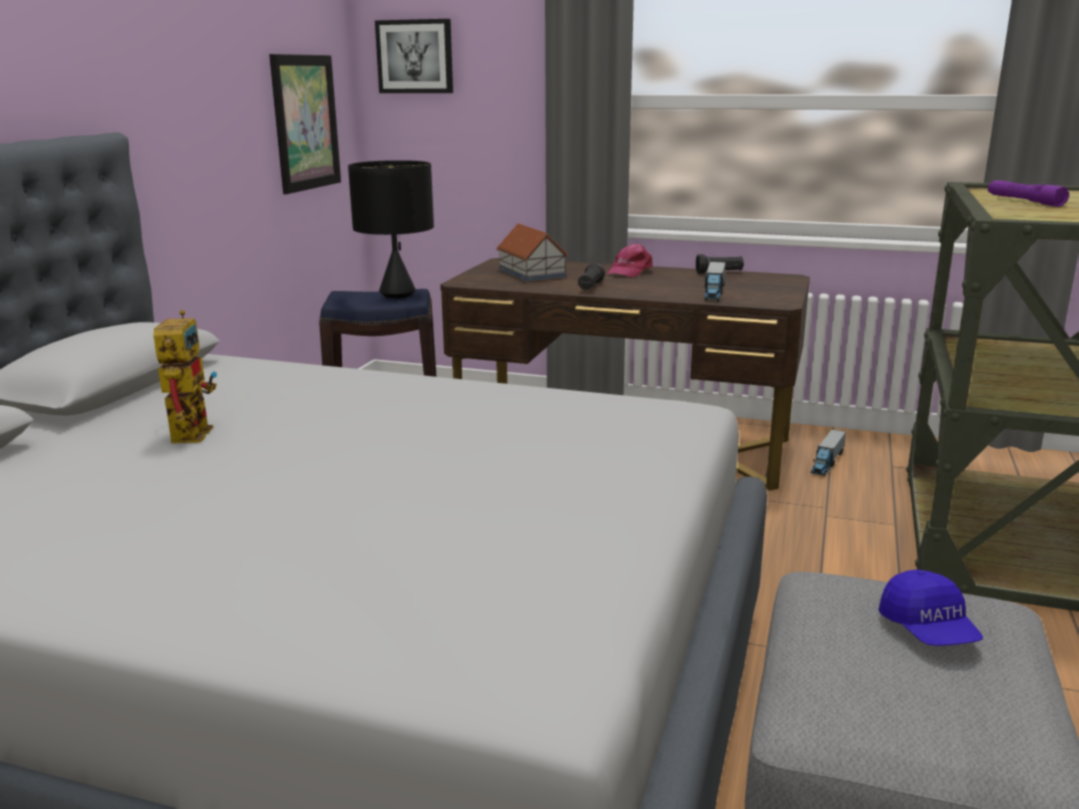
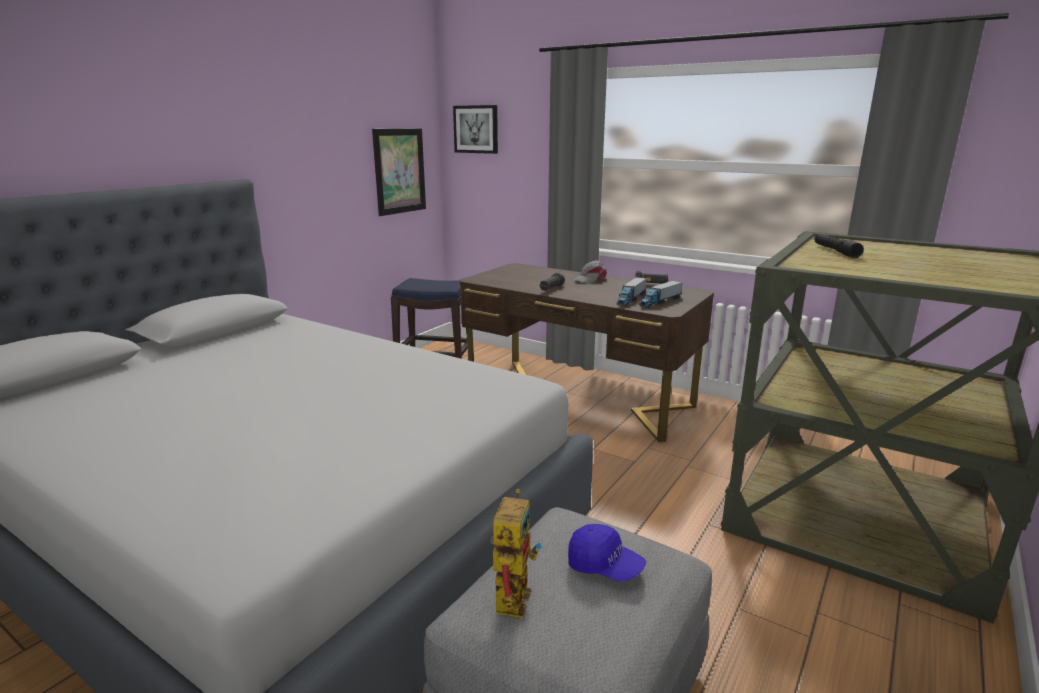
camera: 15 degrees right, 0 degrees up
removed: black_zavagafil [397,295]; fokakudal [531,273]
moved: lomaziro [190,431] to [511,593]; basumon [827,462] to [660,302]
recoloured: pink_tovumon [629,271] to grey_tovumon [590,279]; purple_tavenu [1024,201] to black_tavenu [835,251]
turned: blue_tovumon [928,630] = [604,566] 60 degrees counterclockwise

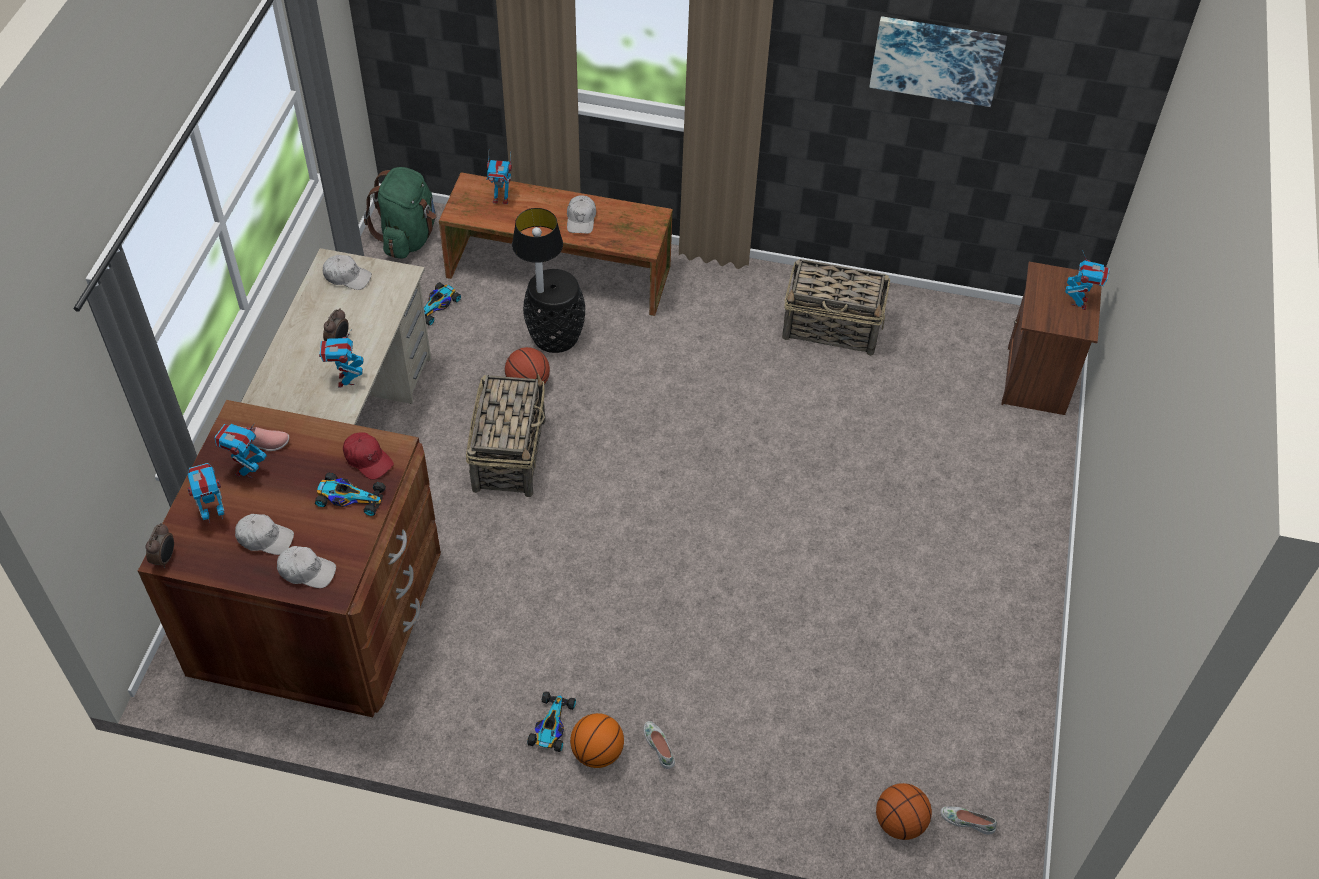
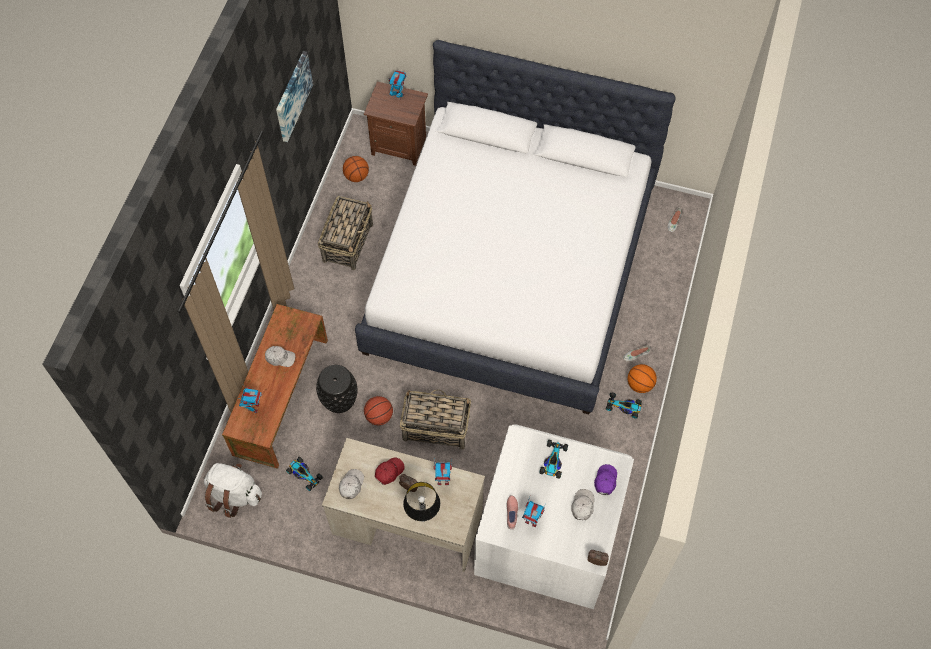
camera: 85 degrees left, 10 degrees up
removed: lomaziro [214,514]
added: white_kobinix [511,268]
moved: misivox [899,823] to [356,176]; red_tovumon [368,459] to [389,472]; zavagafil [540,291] to [423,519]
recoloured: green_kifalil [408,237] to white_kifalil [234,495]; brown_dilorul [318,610] to white_dilorul [548,535]; white_tovumon [306,571] to purple_tovumon [605,481]

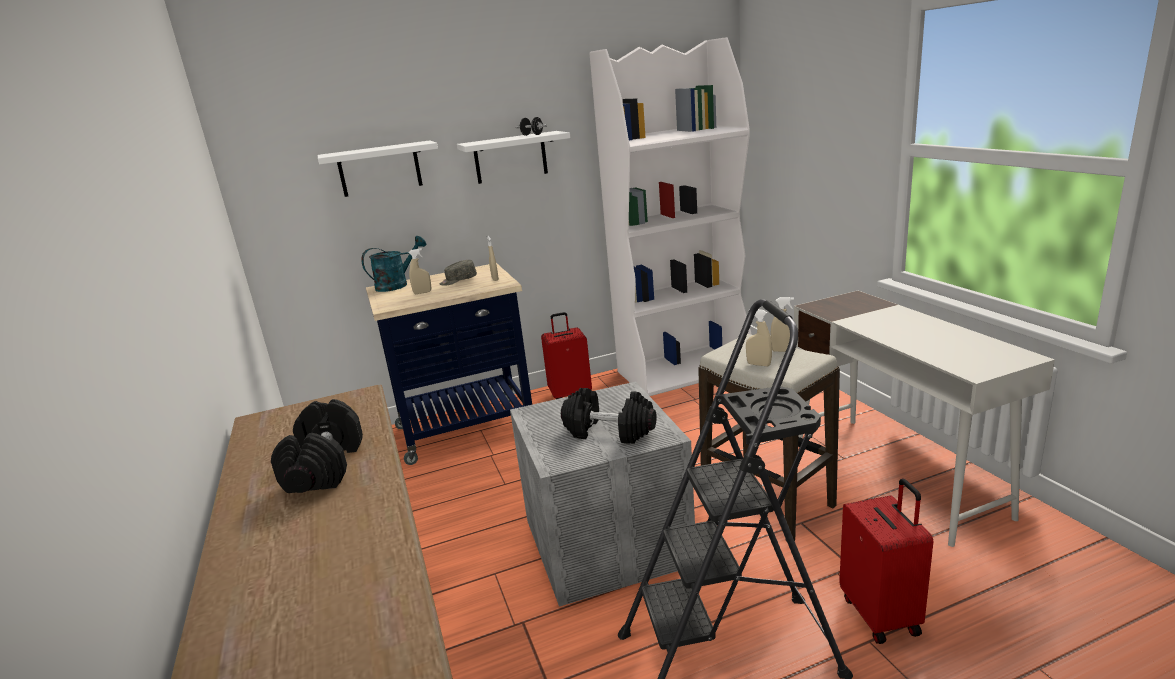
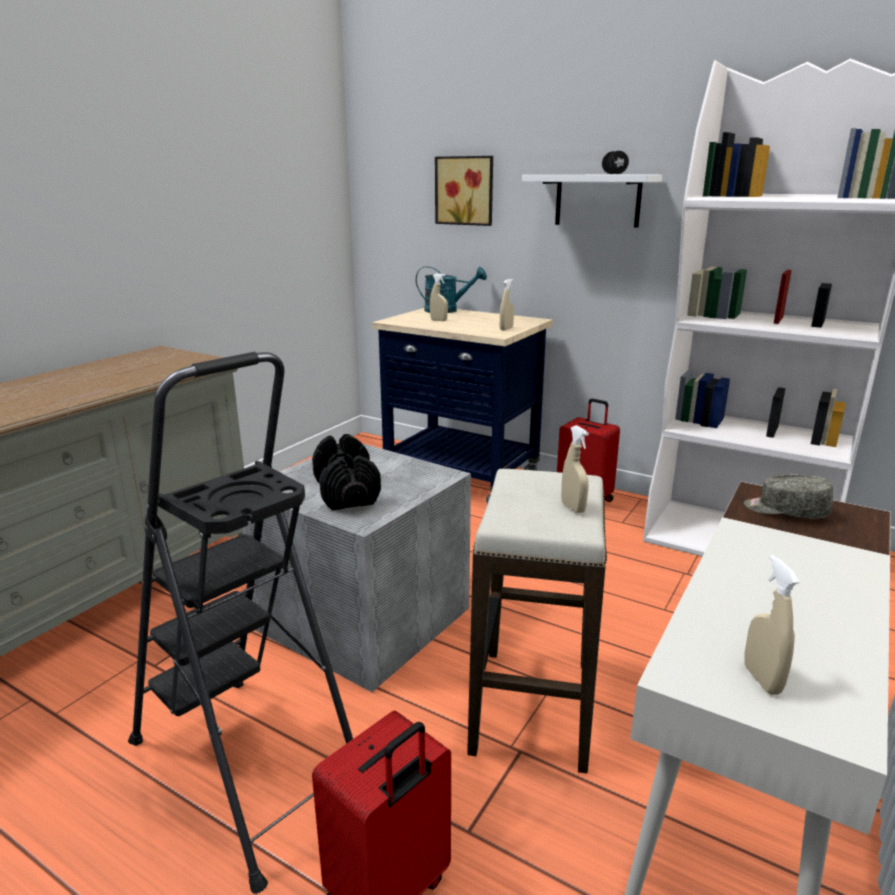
camera: 50 degrees right, 0 degrees up
removed: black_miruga [324,467]
moved: grey_tovumon [458,280] to [785,511]; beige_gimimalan [758,364] to [762,679]
replaced: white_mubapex [379,169] to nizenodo [465,190]

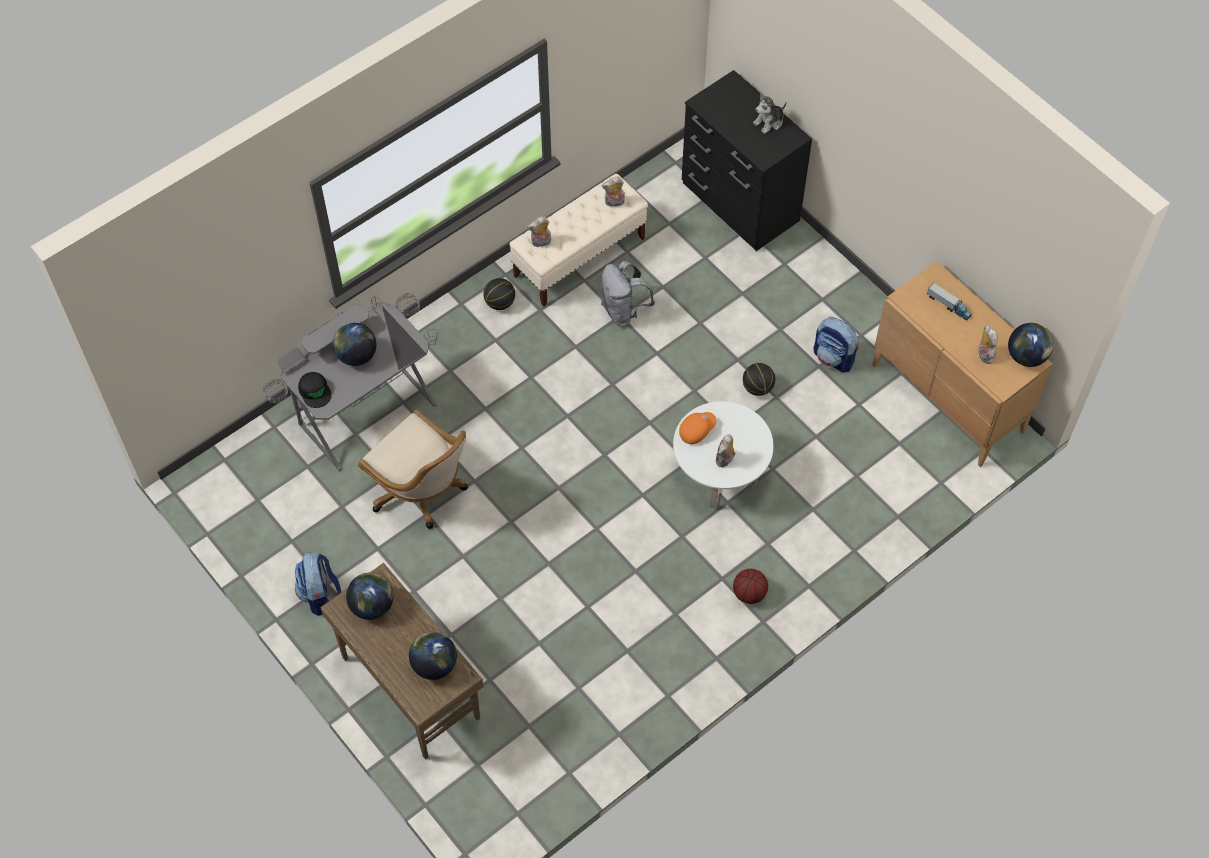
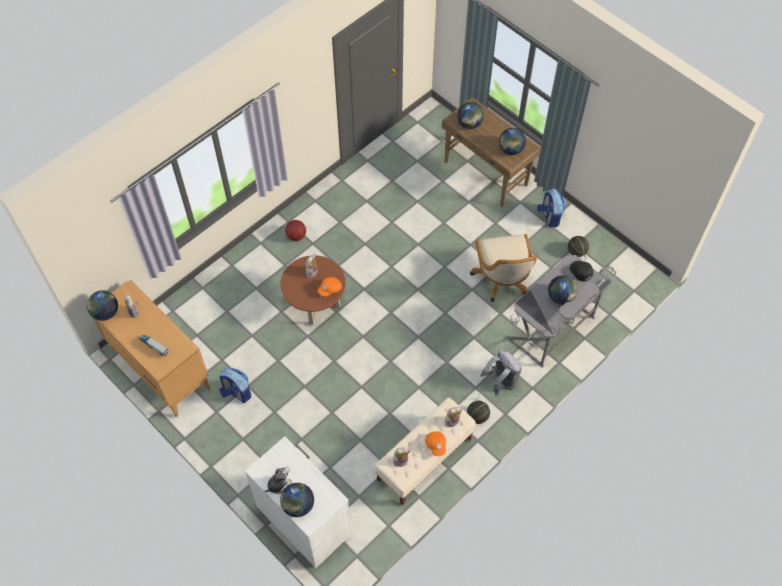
camera: 175 degrees right, 0 degrees up
added: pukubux [298,505]; orange_tovumon [436,445]
moved: grey_kifalil [623,311] to [500,382]; misivox [758,387] to [576,252]
recoloured: black_dilorul [739,203] to white_dilorul [304,519]; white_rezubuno [719,476] to brown_rezubuno [315,304]
turned: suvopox [423,491] = [503,280] 135 degrees counterclockwise

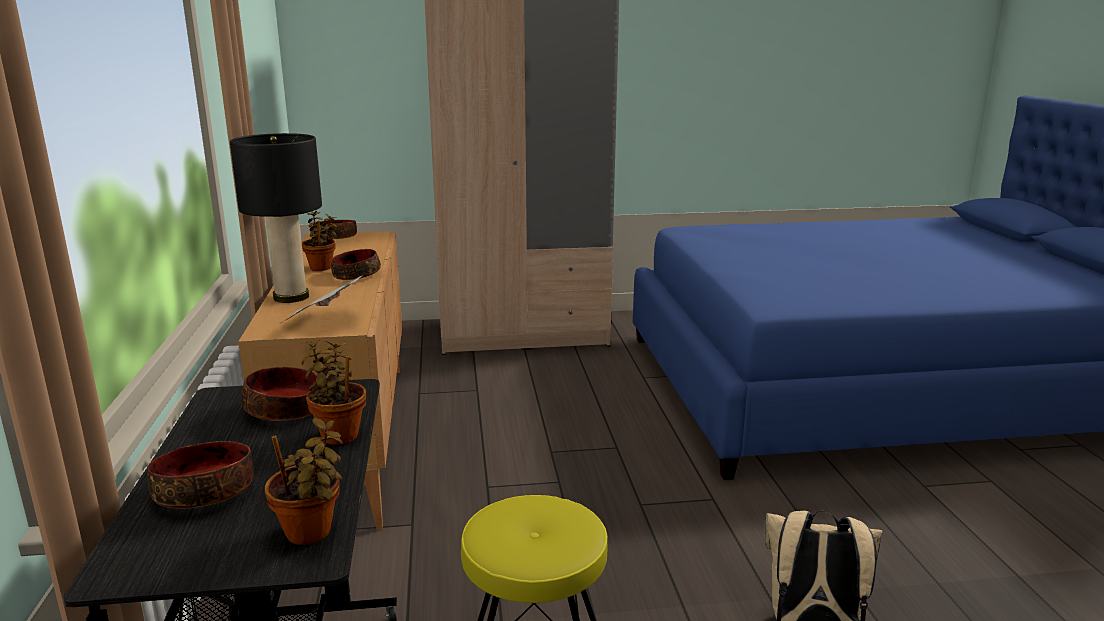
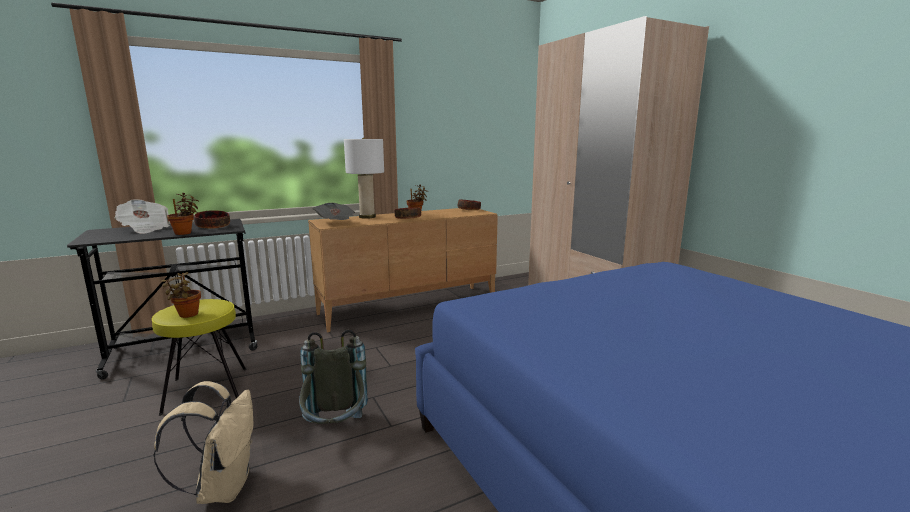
camera: 70 degrees right, 5 degrees down
added: grey_kifalil [336,431]
moved: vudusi [312,534] to [187,315]
replaced: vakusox [206,492] to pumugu [145,229]
recoloured: black_zavagafil [291,297] to white_zavagafil [367,217]

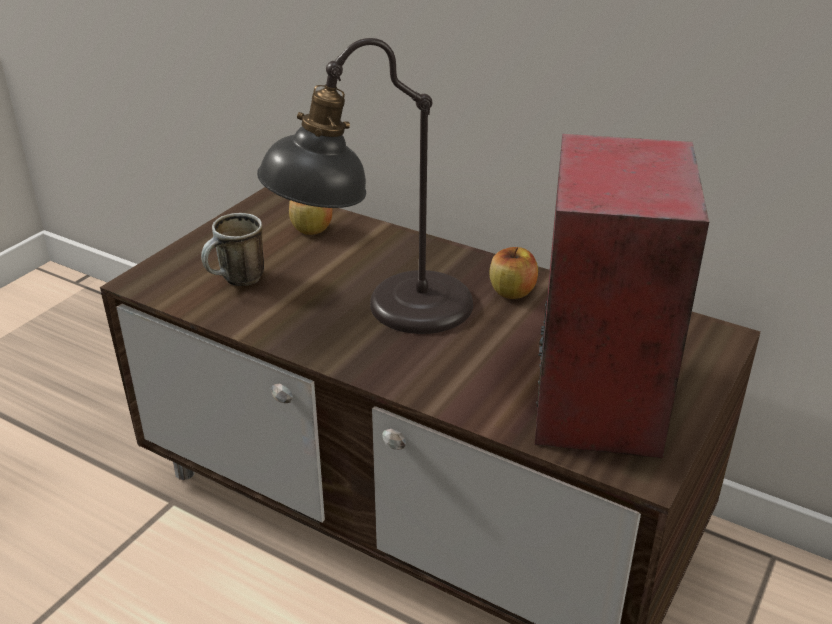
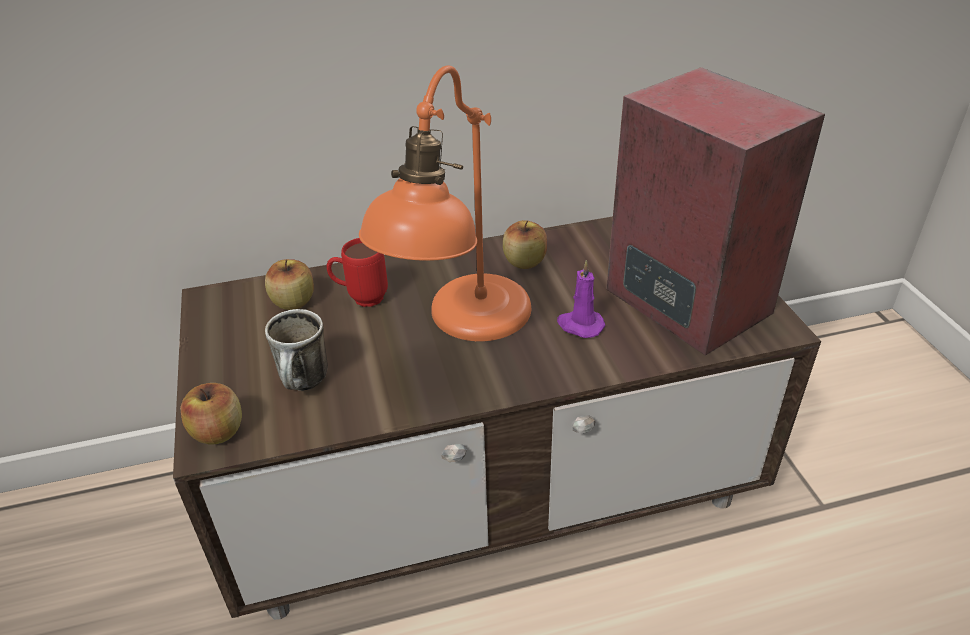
camera: 45 degrees left, 5 degrees up
added: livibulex [218,432]; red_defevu [360,298]; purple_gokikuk [579,325]
recoloured: grey_zavagafil [376,312] to orange_zavagafil [460,335]

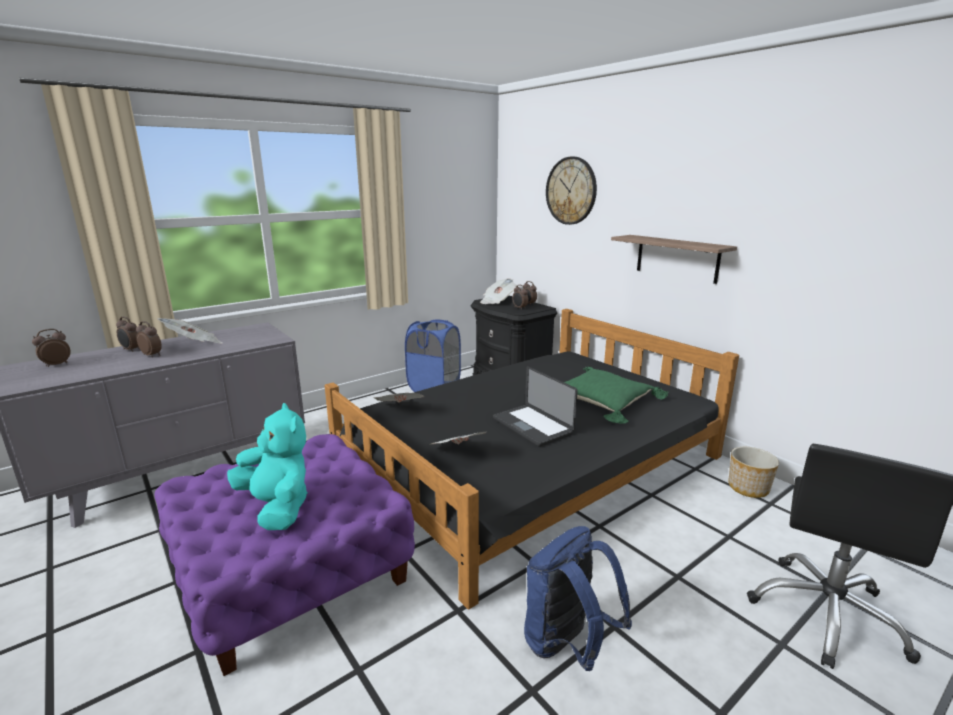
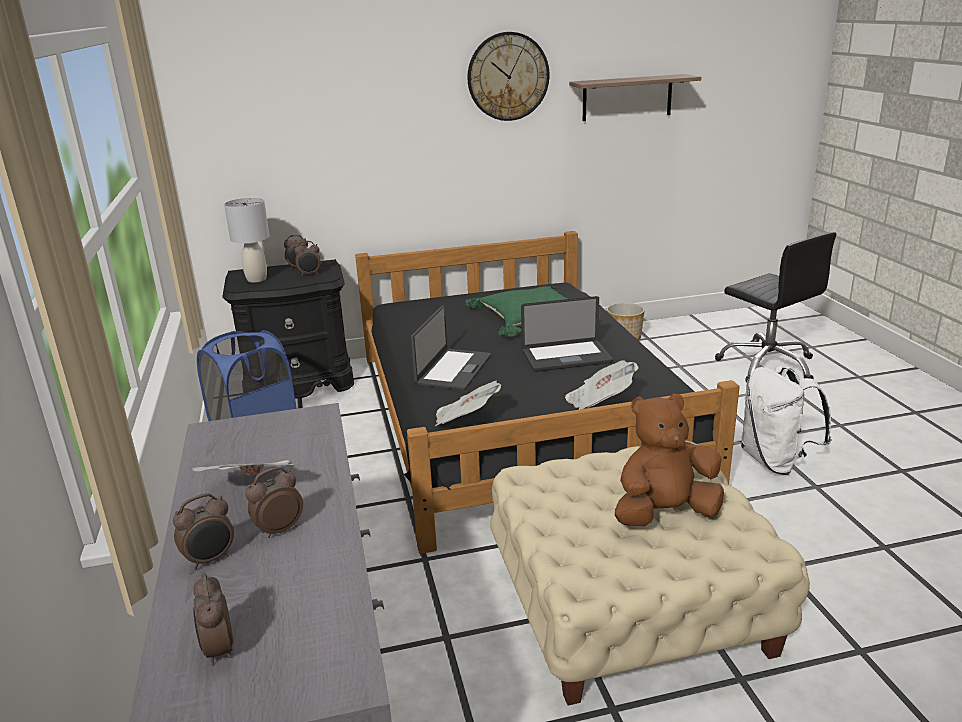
camera: 65 degrees left, 5 degrees up
added: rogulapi [452,369]
moved: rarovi [571,191] to [508,76]; mubapex [677,258] to [627,98]
replaced: pumugu [497,301] to grey_zavagafil [257,279]
recoloured: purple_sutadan [291,570] to beige_sutadan [631,603]; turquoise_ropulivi [277,507] to brown_ropulivi [664,513]; blue_kifalil [567,645] to white_kifalil [775,461]

